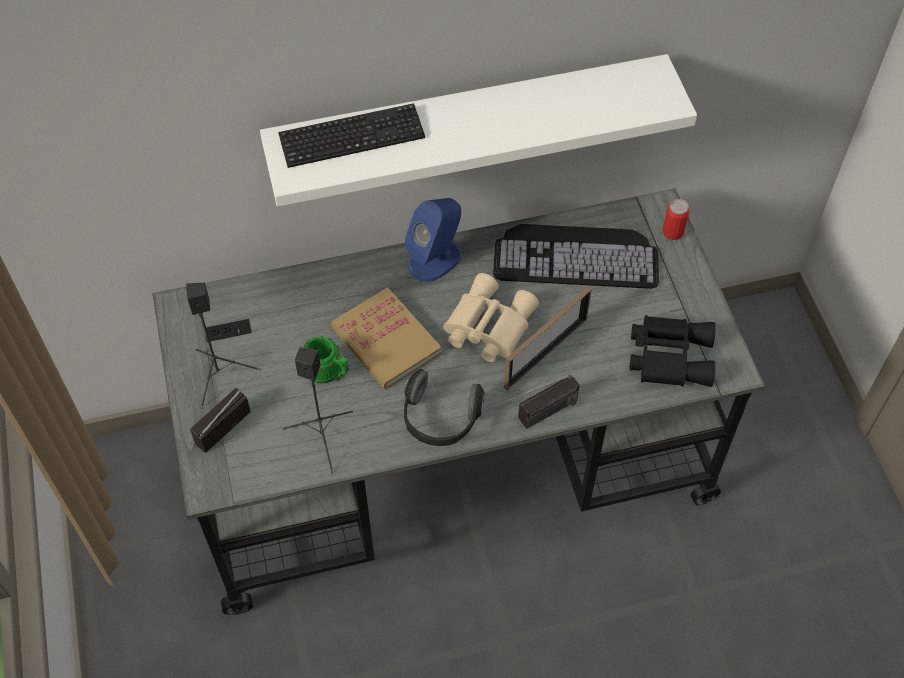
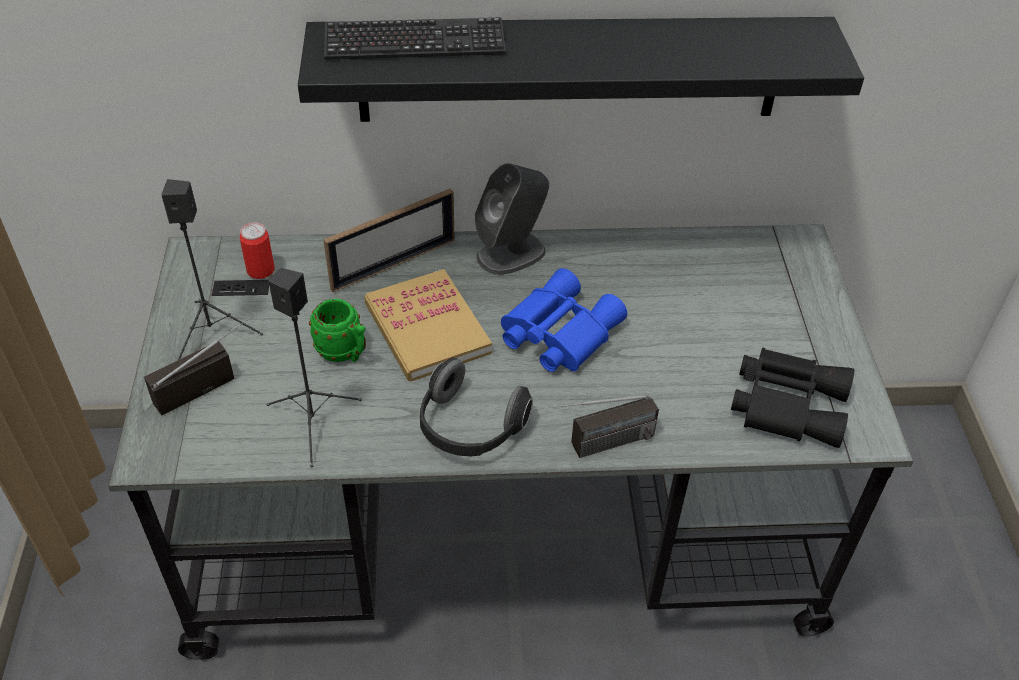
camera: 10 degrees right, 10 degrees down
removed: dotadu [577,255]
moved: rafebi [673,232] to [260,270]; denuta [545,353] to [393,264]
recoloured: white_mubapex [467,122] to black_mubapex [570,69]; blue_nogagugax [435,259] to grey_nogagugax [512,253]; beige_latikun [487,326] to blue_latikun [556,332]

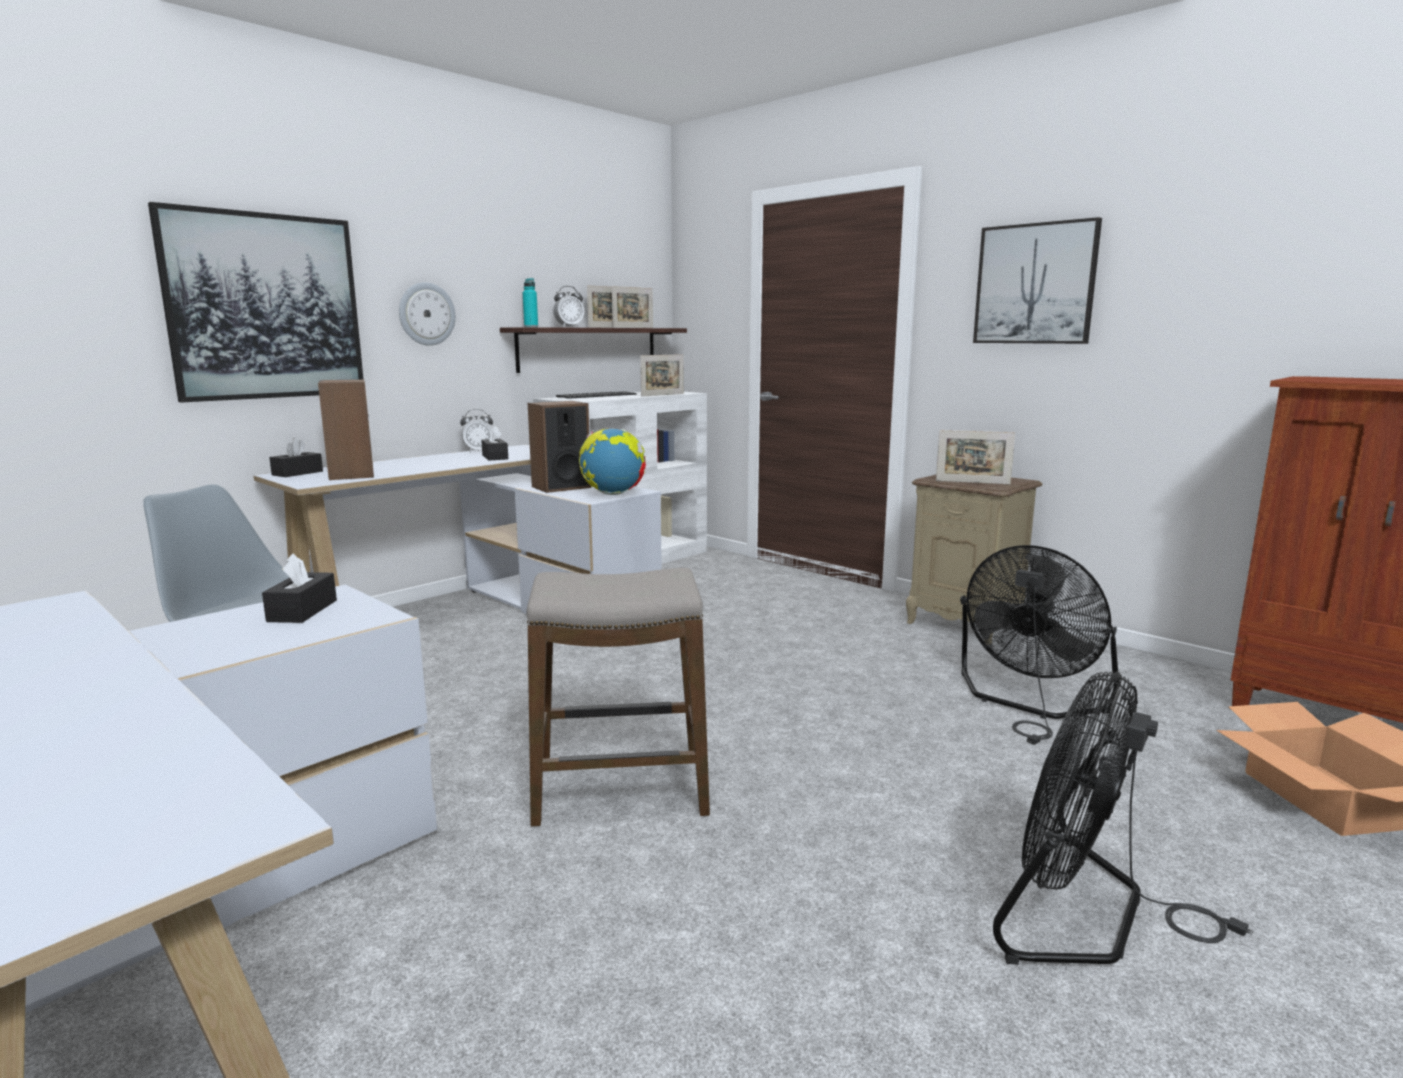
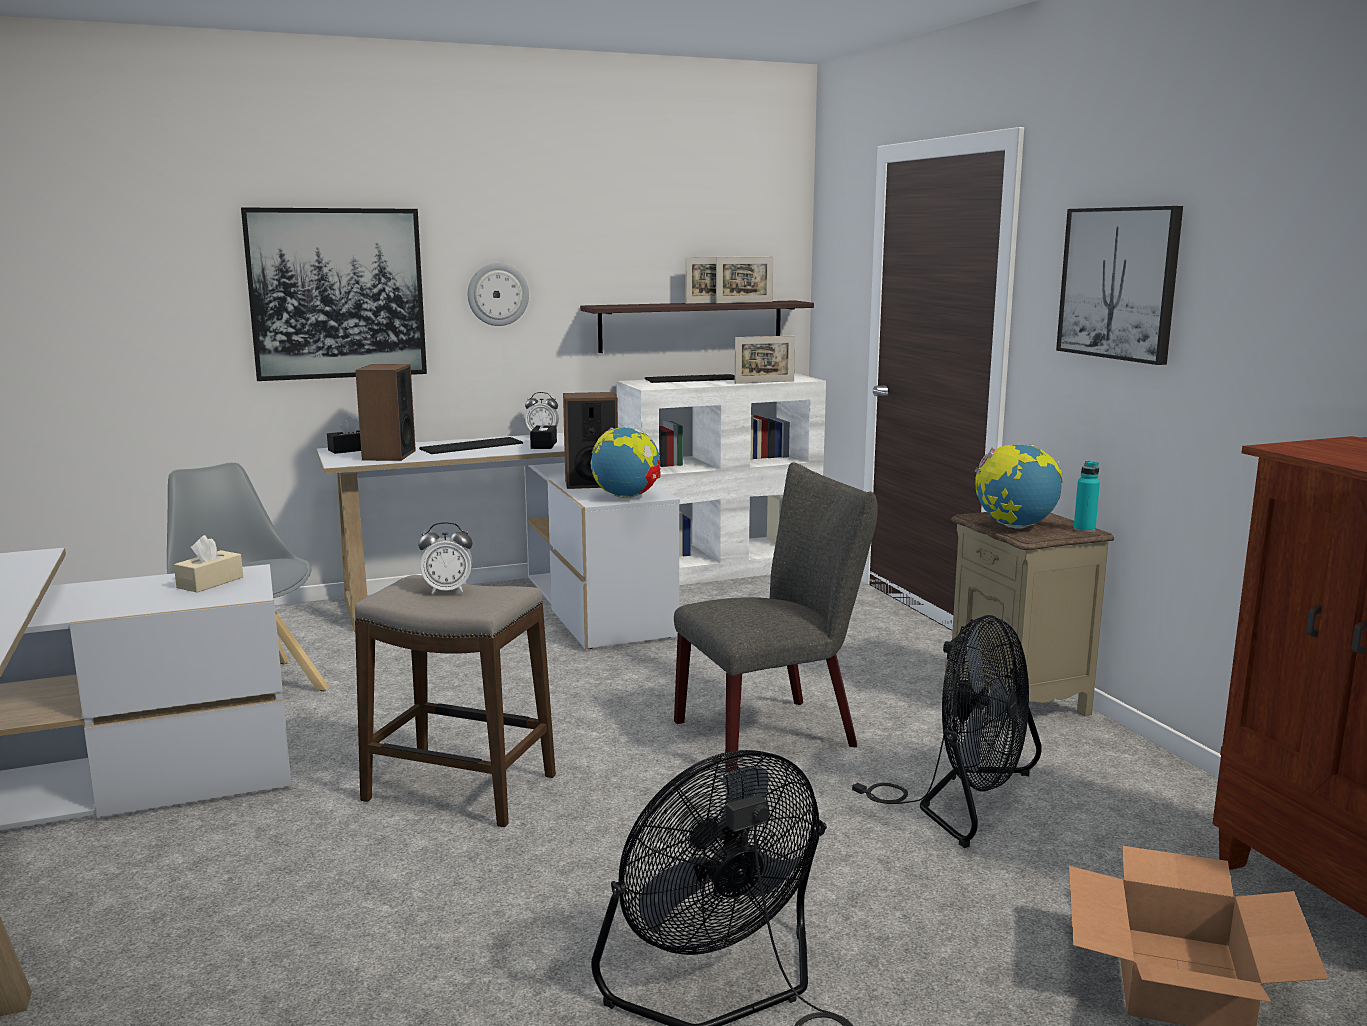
camera: 25 degrees right, 0 degrees up
added: dotadu [472,446]; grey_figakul [776,732]
moved: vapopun [569,327] to [448,590]; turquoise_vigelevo [531,327] to [1084,529]
replaced: denuta [972,482] to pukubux [1015,526]
recoloured: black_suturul [302,611] to beige_suturul [210,582]
turned: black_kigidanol [1026,703] = [959,801] 60 degrees clockwise

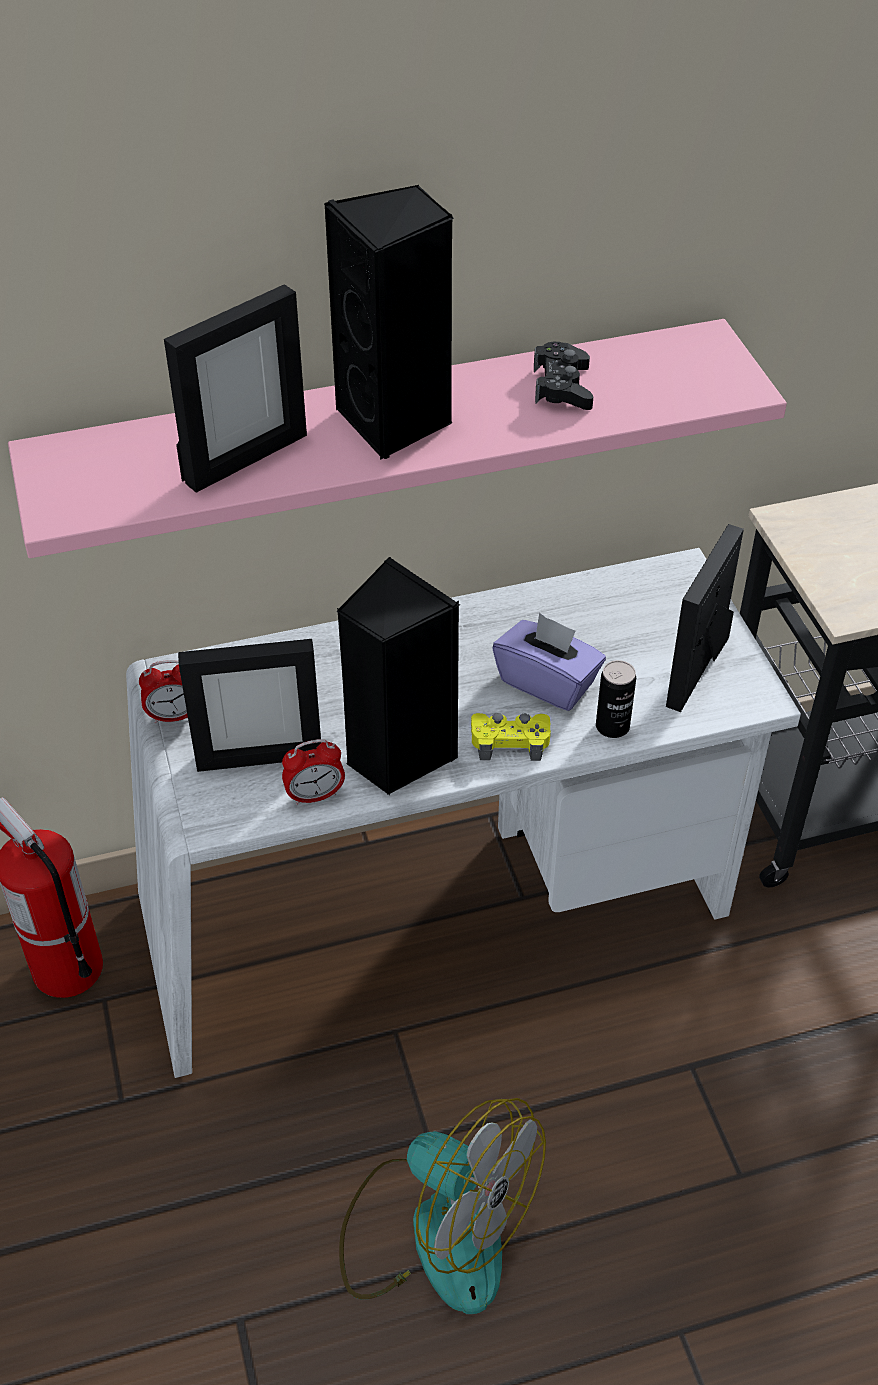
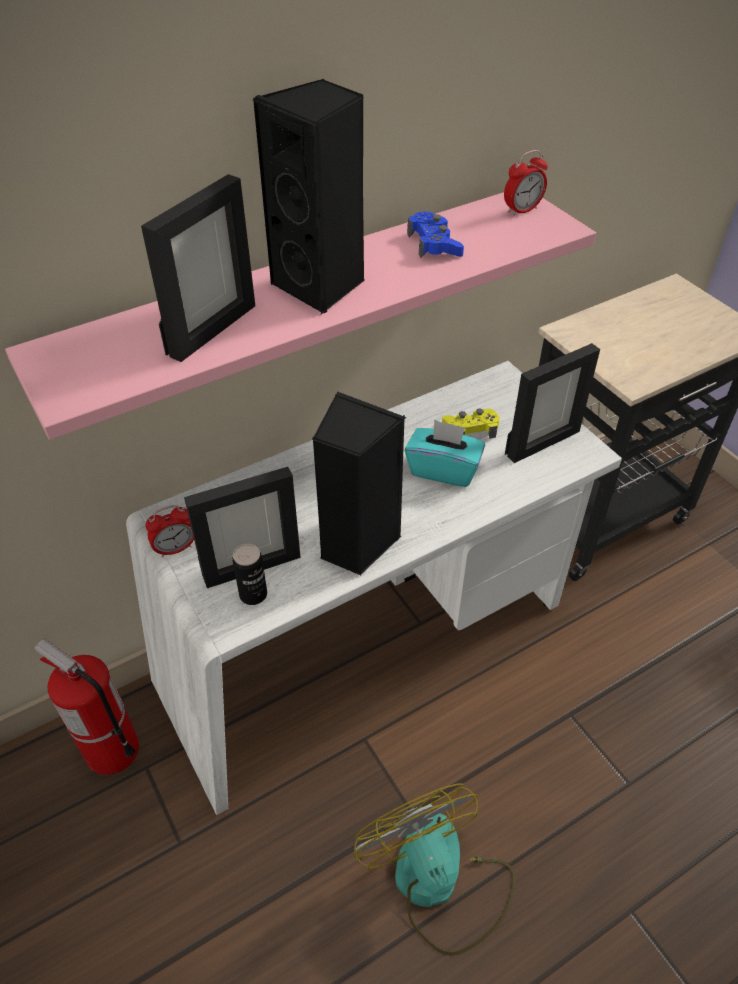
camera: 15 degrees left, 0 degrees up
moved: rafebi [612,726] to [253,594]; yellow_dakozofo [510,741] to [470,429]; vapopun [315,795] to [522,210]
recoloured: purple_suturul [547,682] to turquoise_suturul [443,469]; black_dakozofo [562,387] to blue_dakozofo [434,244]
turned: kigidanol [435,1231] = [439,882] 135 degrees counterclockwise; denuta [697,671] = [542,442] 135 degrees counterclockwise

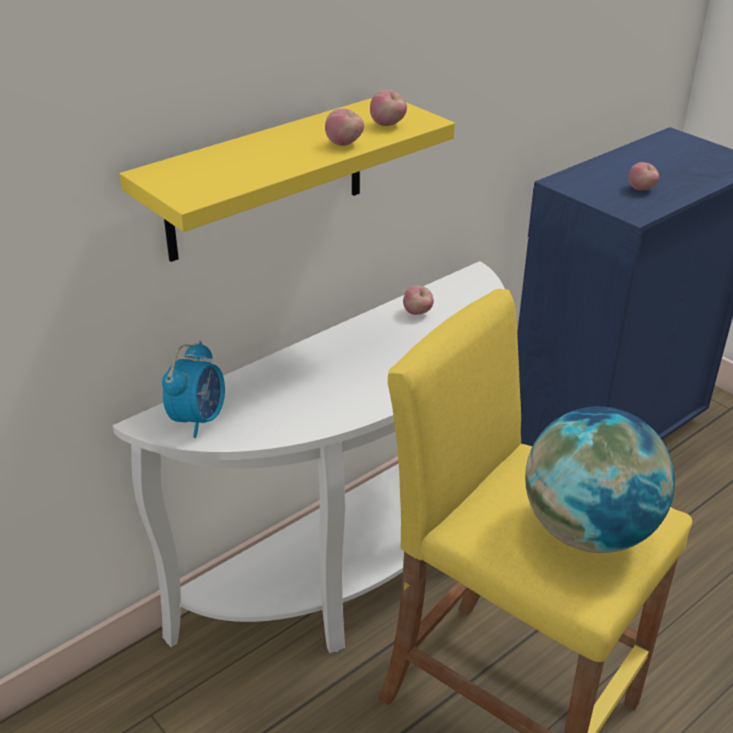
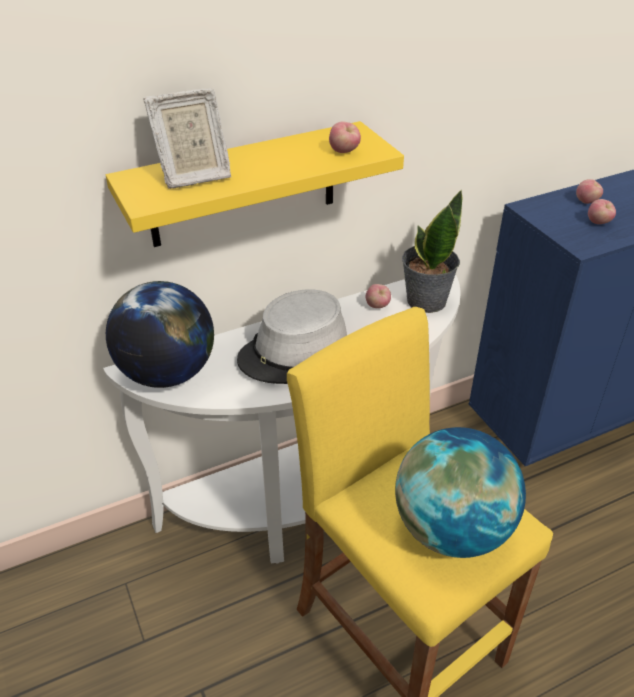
camera: 15 degrees right, 5 degrees up
added: denuta [193,176]; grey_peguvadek [294,350]; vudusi [425,300]
moved: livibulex [344,144] to [587,202]
replaced: vapopun [198,419] to pukubux [167,373]

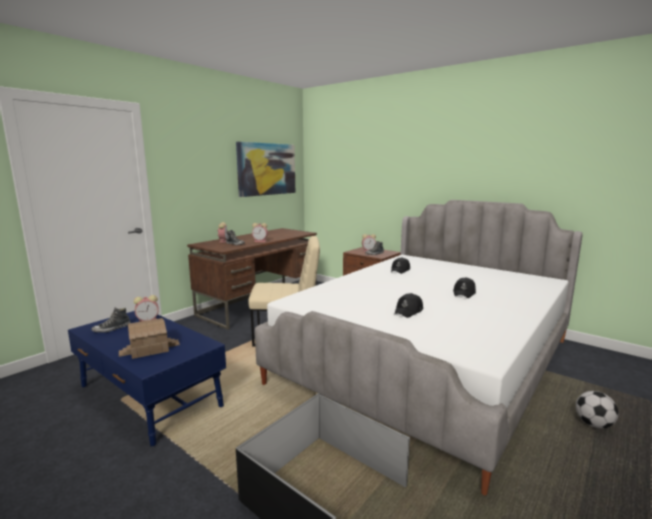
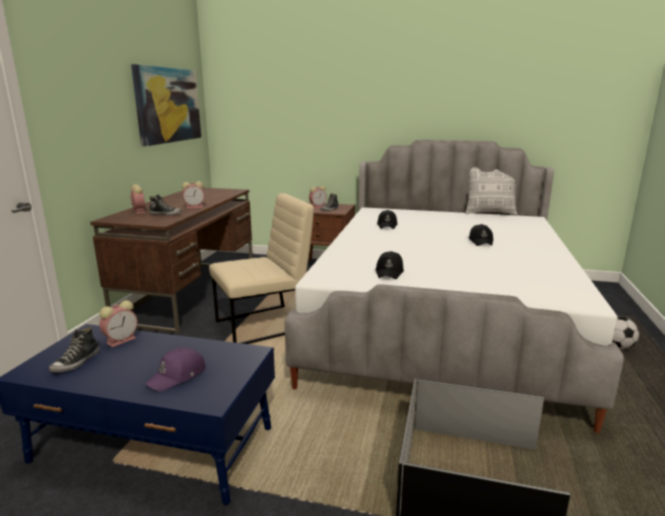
camera: 25 degrees left, 5 degrees up
added: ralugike [489,213]
moved: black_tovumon [409,311] to [390,272]
replaced: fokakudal [149,348] to purple_tovumon [178,376]

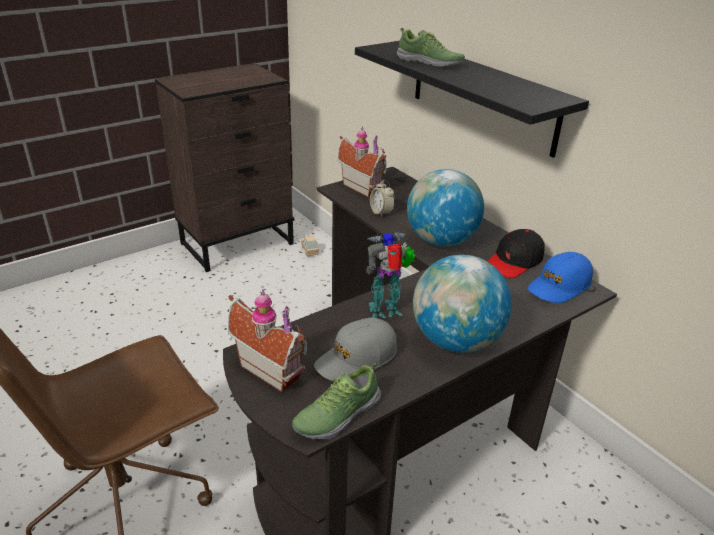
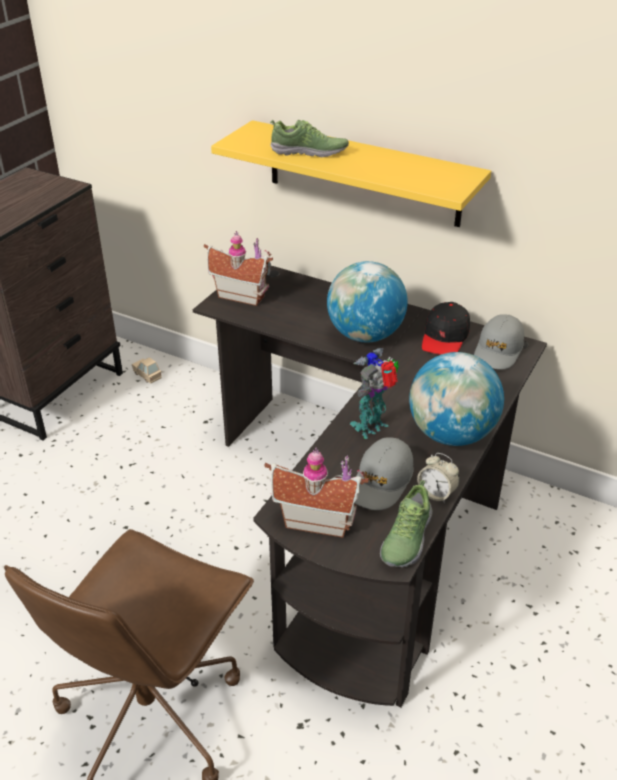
camera: 25 degrees left, 5 degrees up
moved: vapopun [381,213] to [436,493]
recoloured: black_mubapex [482,95] to yellow_mubapex [363,174]; blue_tovumon [559,286] to grey_tovumon [498,350]

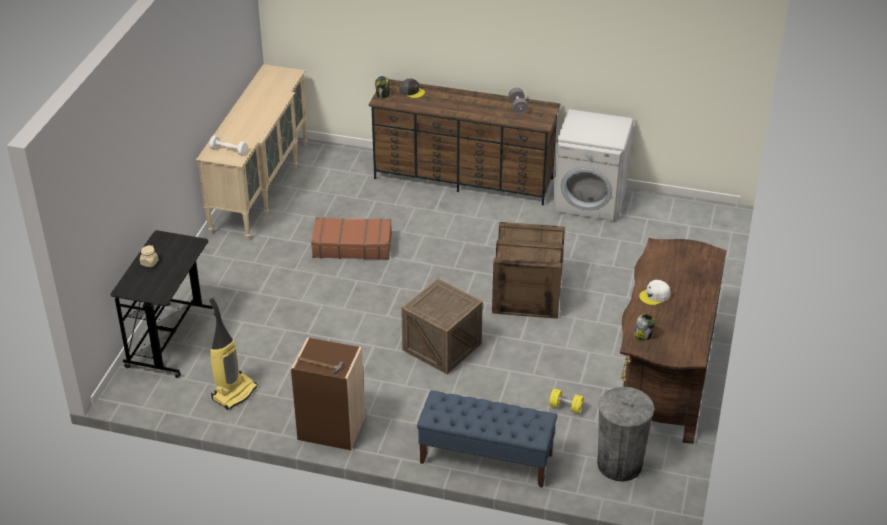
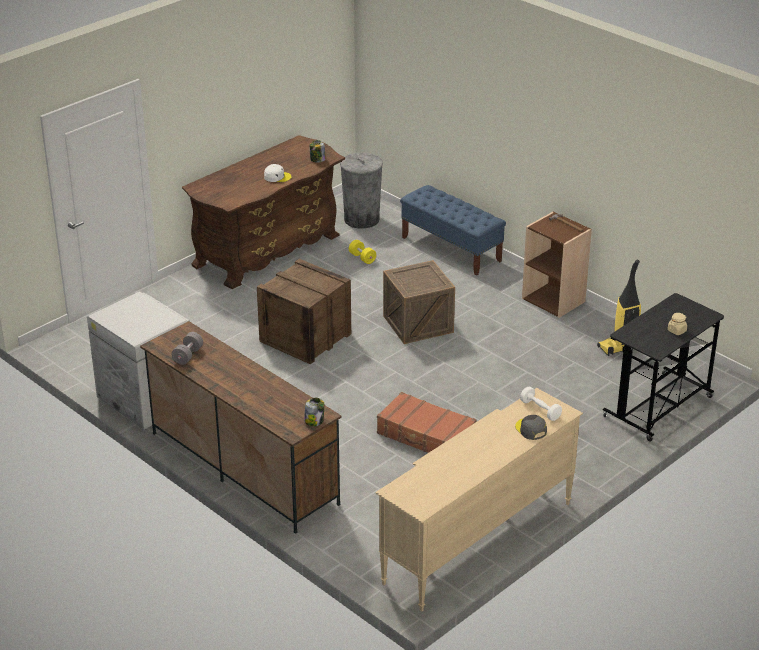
camera: 150 degrees left, 5 degrees down
moved: grey_tovumon [411,91] to [530,429]

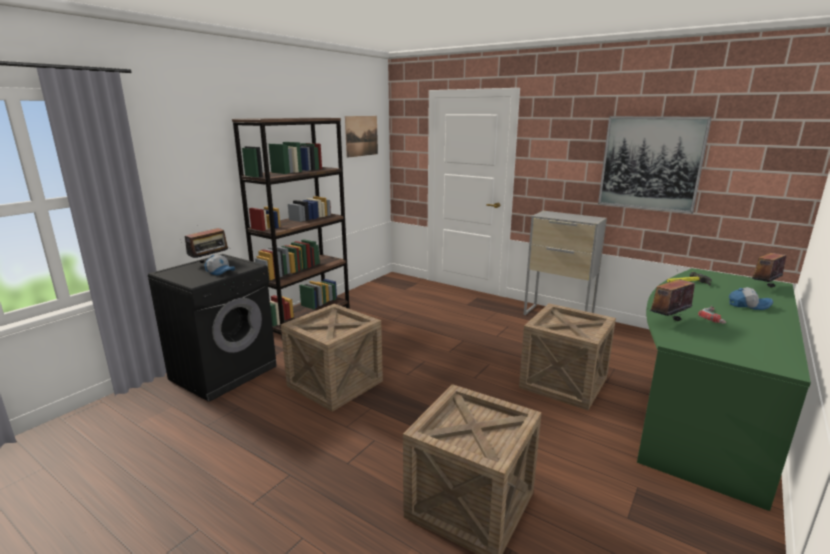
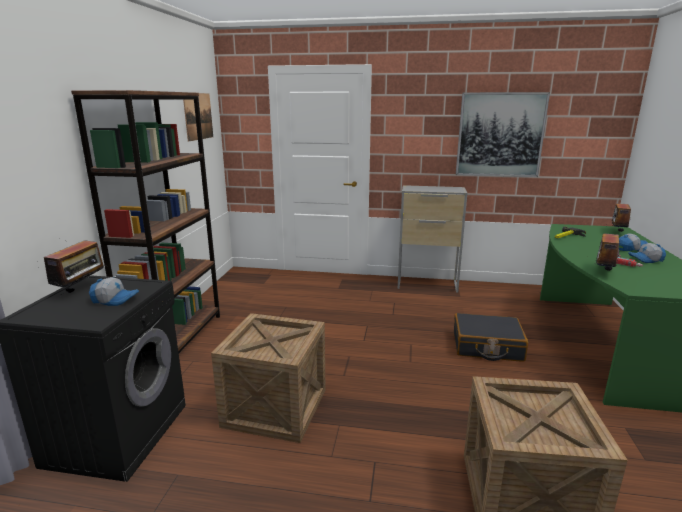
camera: 25 degrees left, 0 degrees up
added: tovumon [646,260]
replaced: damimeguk [563,383] to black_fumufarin [487,346]

